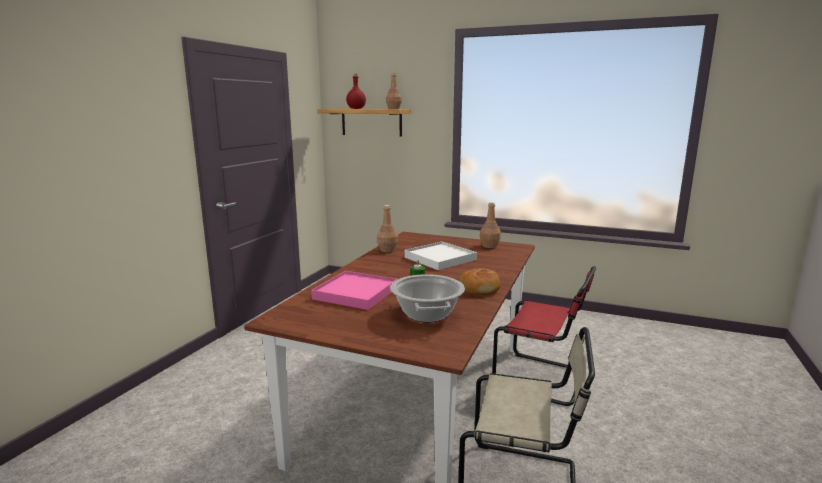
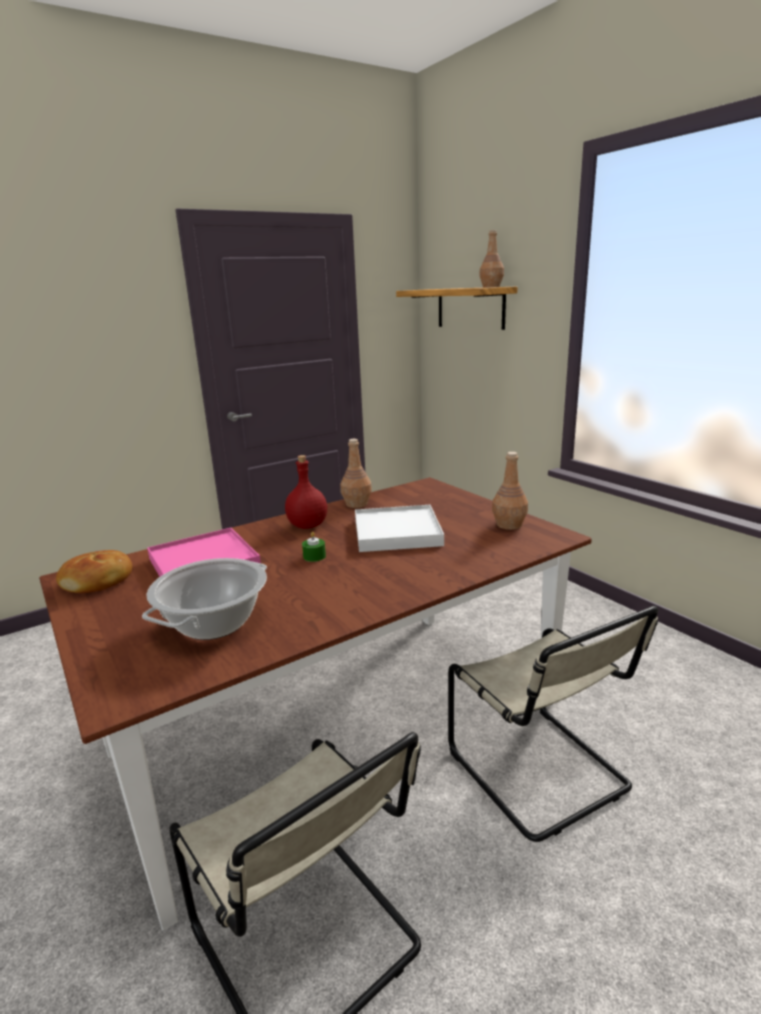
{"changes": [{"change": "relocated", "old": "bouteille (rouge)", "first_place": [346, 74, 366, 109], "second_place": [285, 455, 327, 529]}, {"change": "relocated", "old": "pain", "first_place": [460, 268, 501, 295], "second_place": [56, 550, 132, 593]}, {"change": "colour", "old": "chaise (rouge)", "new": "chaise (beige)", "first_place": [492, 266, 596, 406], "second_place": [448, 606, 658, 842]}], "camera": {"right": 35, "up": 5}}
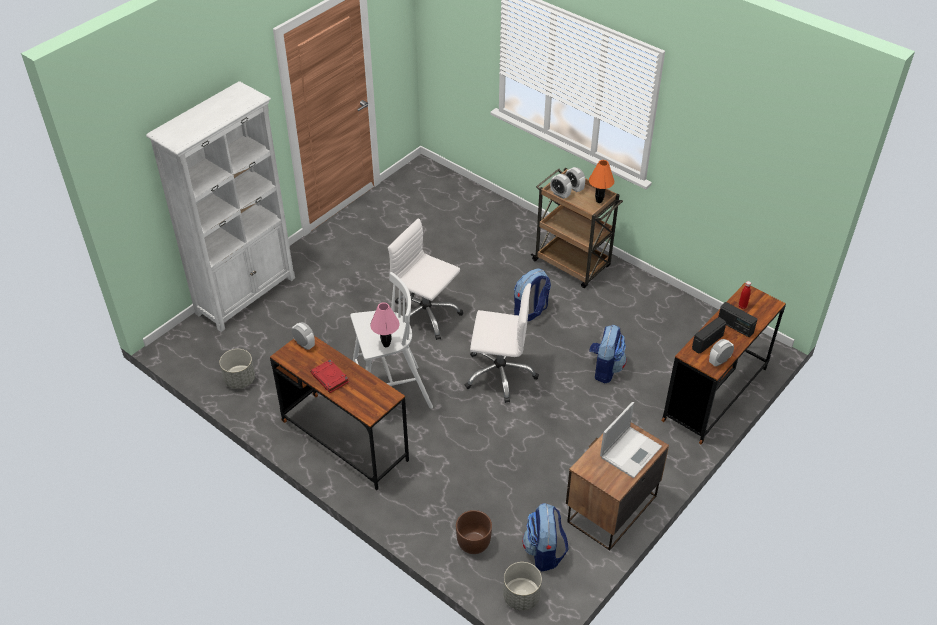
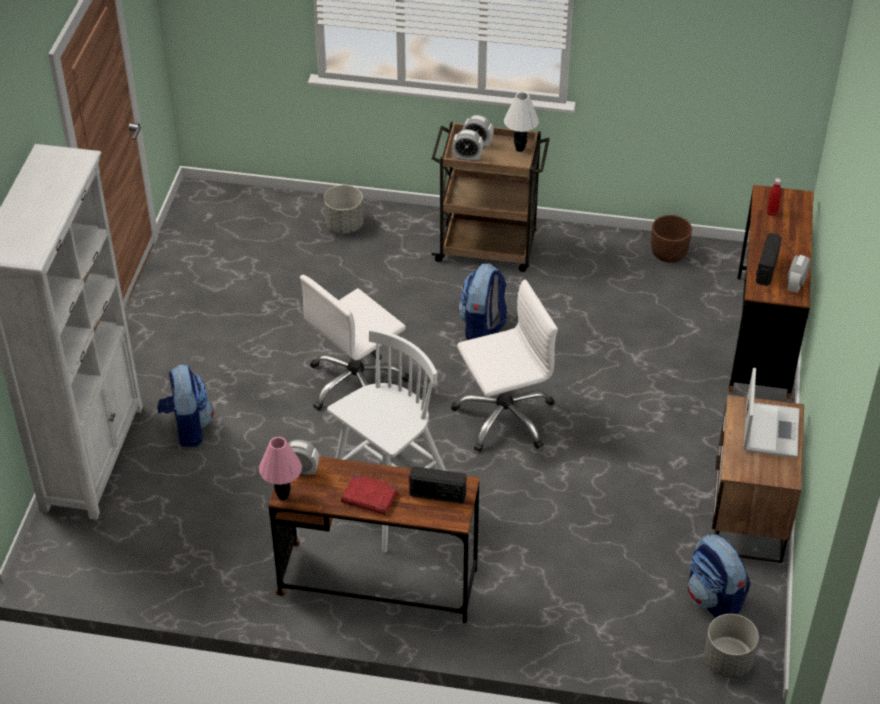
{"changes": [{"change": "relocated", "old": "cache-pot (gris)", "first_place": [219, 349, 255, 389], "second_place": [324, 185, 364, 234]}, {"change": "relocated", "old": "lampe de table (rose)", "first_place": [370, 302, 400, 347], "second_place": [259, 437, 302, 500]}, {"change": "spun", "old": "chaise de bureau (blanc)", "first_place": [388, 218, 463, 340], "second_place": [300, 275, 409, 411], "degrees": -45}, {"change": "relocated", "old": "cache-pot (marron)", "first_place": [456, 510, 492, 554], "second_place": [651, 215, 692, 263]}, {"change": "colour", "old": "lampe de table (orange)", "new": "lampe de table (blanc)", "first_place": [589, 160, 614, 203], "second_place": [504, 92, 539, 152]}, {"change": "relocated", "old": "sac à dos", "first_place": [589, 325, 627, 383], "second_place": [157, 365, 214, 447]}, {"change": "relocated", "old": "radio", "first_place": [718, 302, 757, 338], "second_place": [409, 466, 466, 504]}], "camera": {"right": -30, "up": 0}}
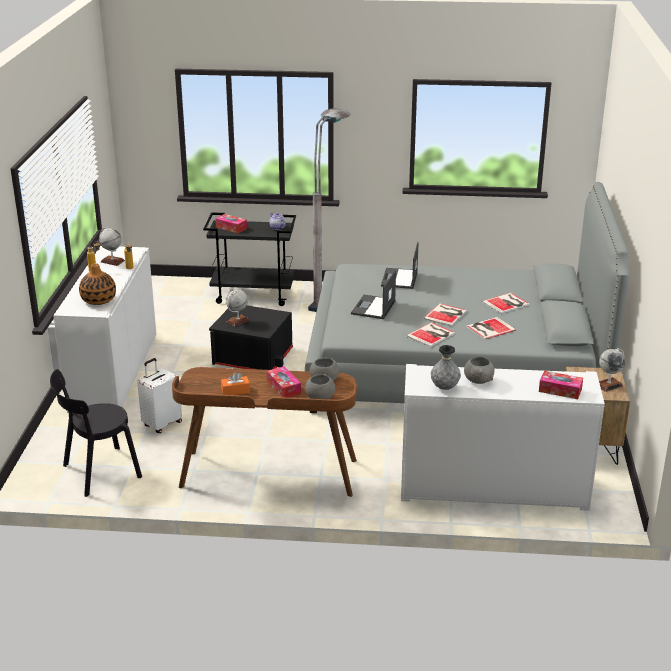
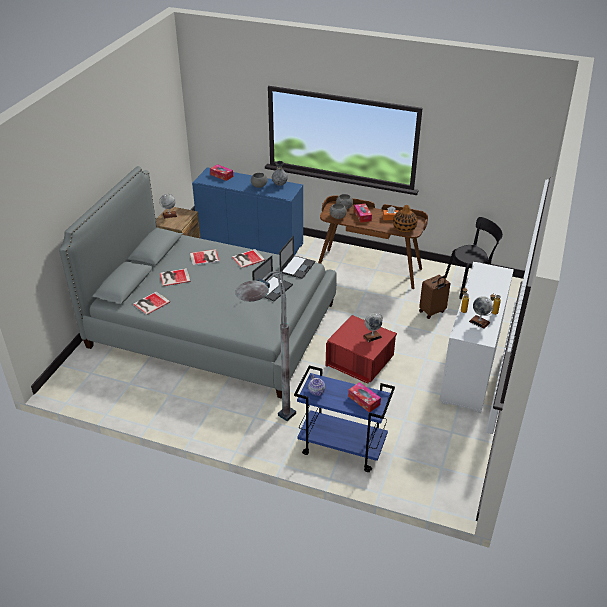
{"changes": [{"change": "relocated", "old": "vase", "first_place": [79, 263, 116, 305], "second_place": [393, 205, 417, 232]}, {"change": "colour", "old": "valise (blanc)", "new": "valise (marron)", "first_place": [137, 358, 182, 433], "second_place": [419, 275, 450, 319]}, {"change": "colour", "old": "chariot (noir)", "new": "chariot (bleu)", "first_place": [203, 212, 296, 306], "second_place": [294, 366, 395, 472]}, {"change": "colour", "old": "boîte de rangement (noir)", "new": "boîte de rangement (rouge)", "first_place": [209, 305, 293, 370], "second_place": [326, 315, 397, 384]}, {"change": "relocated", "old": "ordinateur portable", "first_place": [381, 242, 419, 289], "second_place": [279, 235, 315, 279]}, {"change": "colour", "old": "meuble de rangement (blanc)", "new": "meuble de rangement (bleu)", "first_place": [401, 364, 605, 511], "second_place": [192, 167, 303, 256]}, {"change": "relocated", "old": "livre", "first_place": [423, 303, 467, 326], "second_place": [133, 291, 170, 315]}], "camera": {"right": -165, "up": 10}}
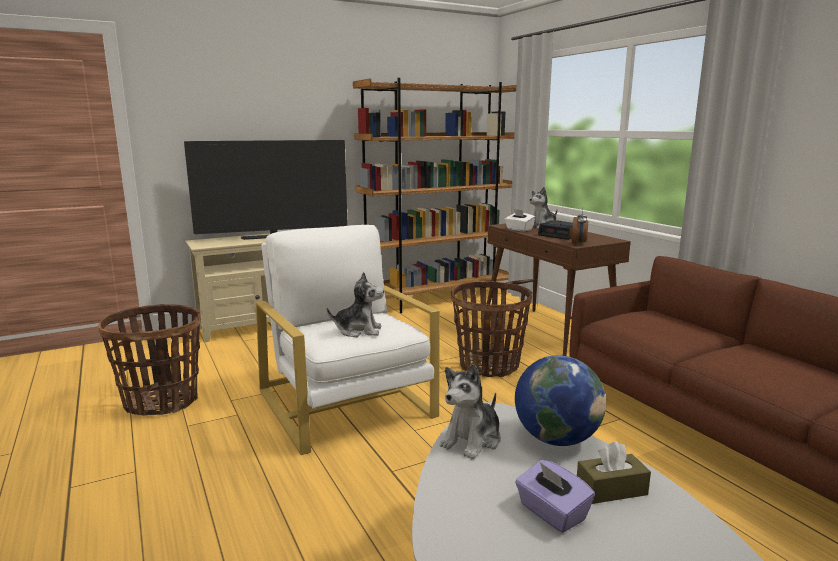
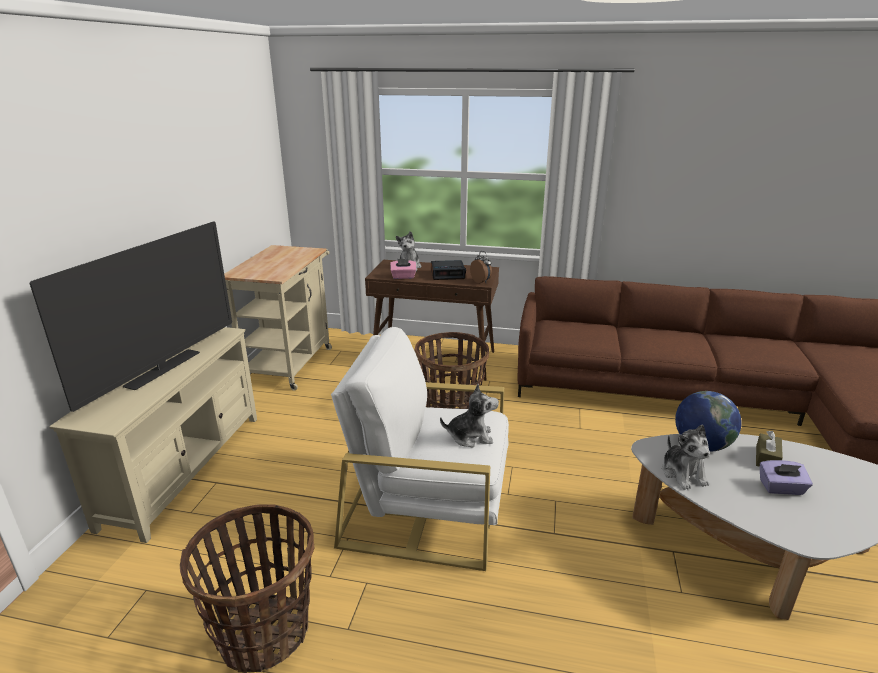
{"changes": [{"change": "spun", "old": "peluche", "first_place": [327, 272, 384, 337], "second_place": [440, 384, 499, 448], "degrees": 45}, {"change": "exchanged", "old": "bibliothèque (marron)", "new": "chariot (beige)", "first_place": [353, 78, 516, 313], "second_place": [224, 245, 332, 391]}, {"change": "colour", "old": "boîte à mouchoirs (blanc)", "new": "boîte à mouchoirs (rose)", "first_place": [505, 209, 535, 232], "second_place": [390, 259, 416, 279]}], "camera": {"right": -50, "up": 10}}
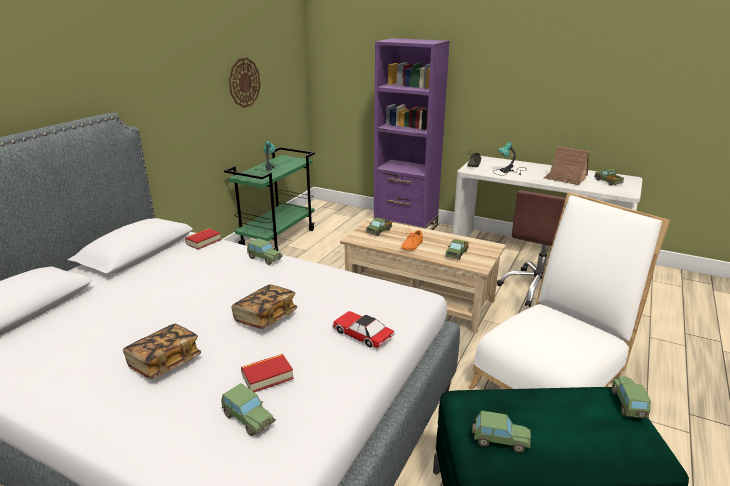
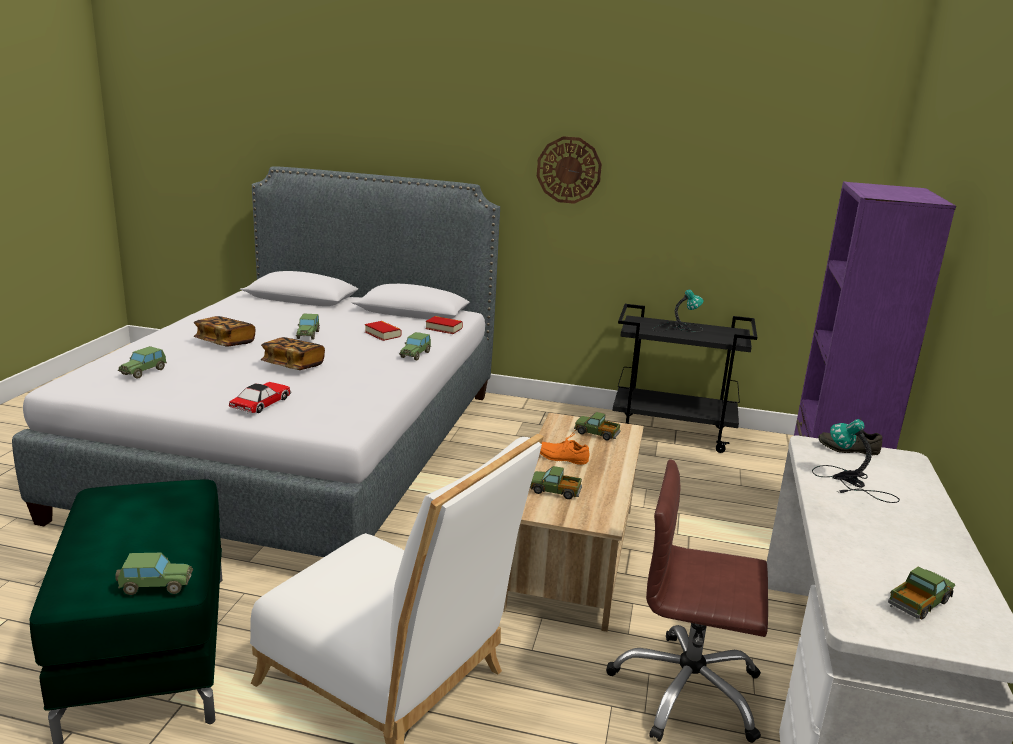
{"changes": [{"change": "colour", "old": "chariot (vert)", "new": "chariot (noir)", "first_place": [224, 147, 315, 251], "second_place": [612, 304, 757, 453]}, {"change": "relocated", "old": "horloge murale", "first_place": [229, 58, 260, 108], "second_place": [537, 136, 602, 204]}, {"change": "relocated", "old": "livre", "first_place": [241, 354, 294, 393], "second_place": [365, 321, 402, 341]}, {"change": "relocated", "old": "petite voiture", "first_place": [472, 411, 531, 453], "second_place": [296, 313, 320, 340]}, {"change": "missing", "old": "maison miniature", "first_place": [544, 146, 590, 185]}], "camera": {"right": 75, "up": -5}}
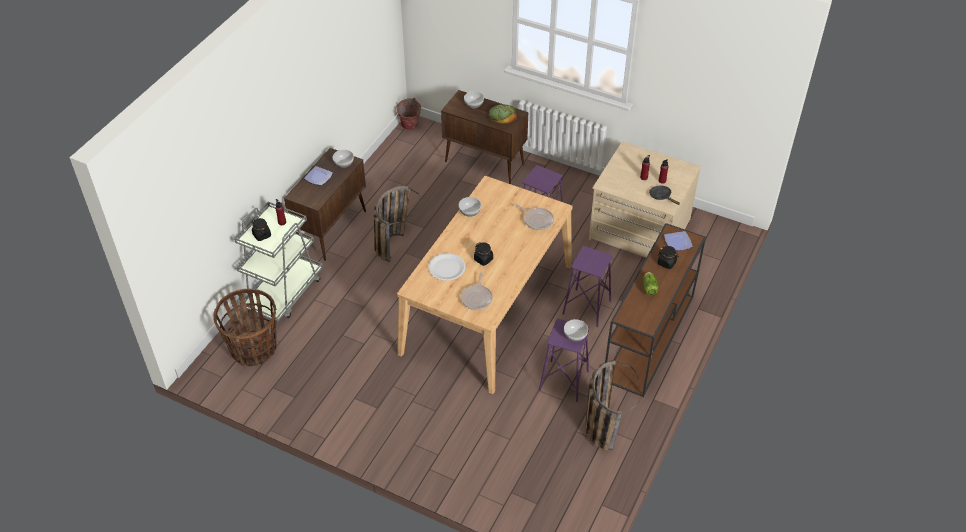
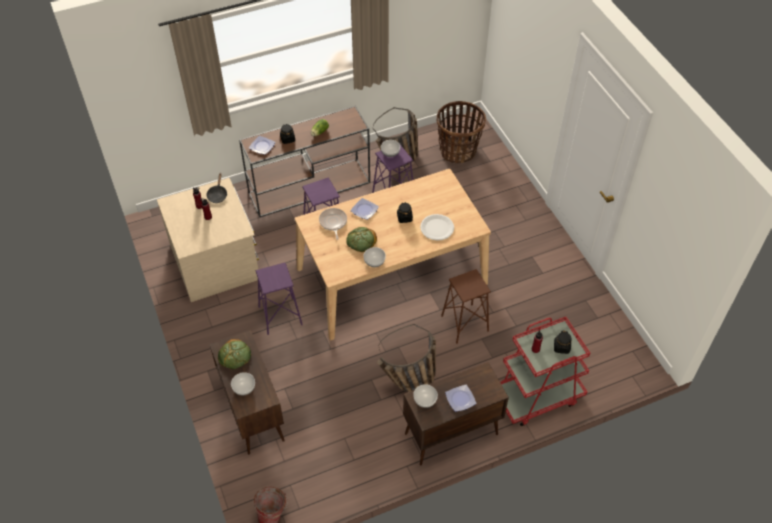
{"changes": [{"change": "relocated", "old": "panier", "first_place": [213, 289, 277, 366], "second_place": [437, 101, 486, 163]}, {"change": "colour", "old": "chariot (gris)", "new": "chariot (rouge)", "first_place": [234, 202, 323, 322], "second_place": [500, 317, 590, 426]}, {"change": "missing", "old": "poêle", "first_place": [461, 272, 493, 310]}, {"change": "appeared", "new": "pain", "second_place": [346, 227, 377, 252]}, {"change": "appeared", "new": "assiette", "second_place": [350, 198, 379, 220]}, {"change": "appeared", "new": "tabouret (marron)", "second_place": [441, 269, 491, 344]}], "camera": {"right": -140, "up": 5}}
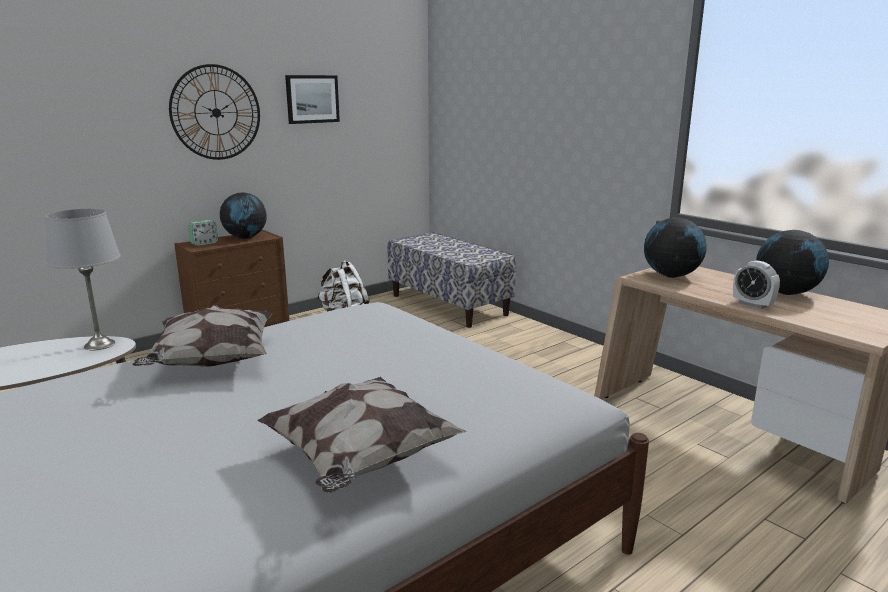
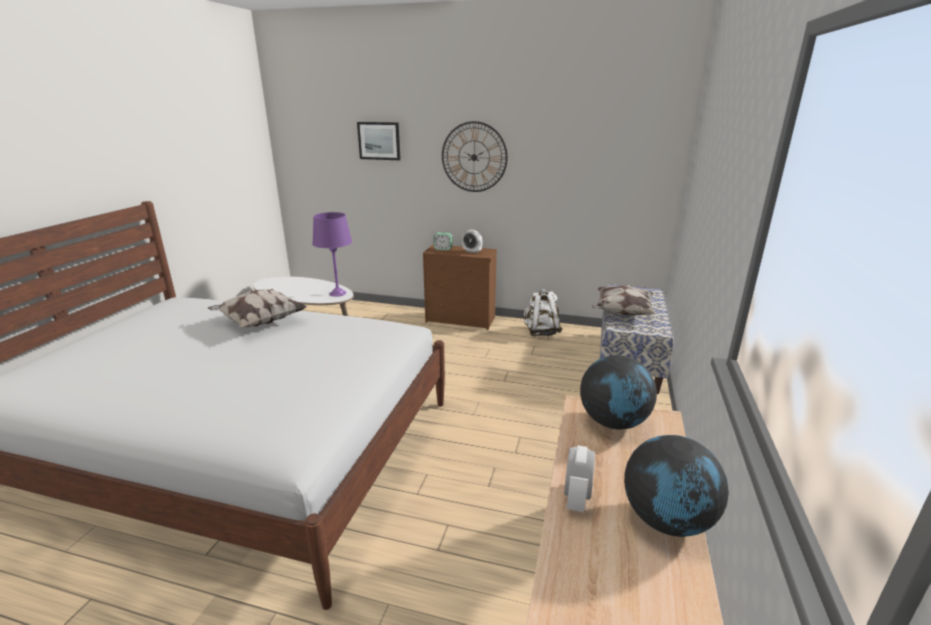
{"changes": [{"change": "colour", "old": "lampe de table (gris)", "new": "lampe de table (violet)", "first_place": [45, 208, 121, 350], "second_place": [312, 212, 352, 297]}, {"change": "exchanged", "old": "globe", "new": "réveil", "first_place": [220, 193, 267, 239], "second_place": [462, 230, 483, 253]}, {"change": "relocated", "old": "coussin", "first_place": [257, 377, 467, 493], "second_place": [592, 285, 656, 315]}, {"change": "relocated", "old": "tableau", "first_place": [285, 75, 340, 124], "second_place": [357, 122, 401, 160]}], "camera": {"right": 55, "up": 5}}
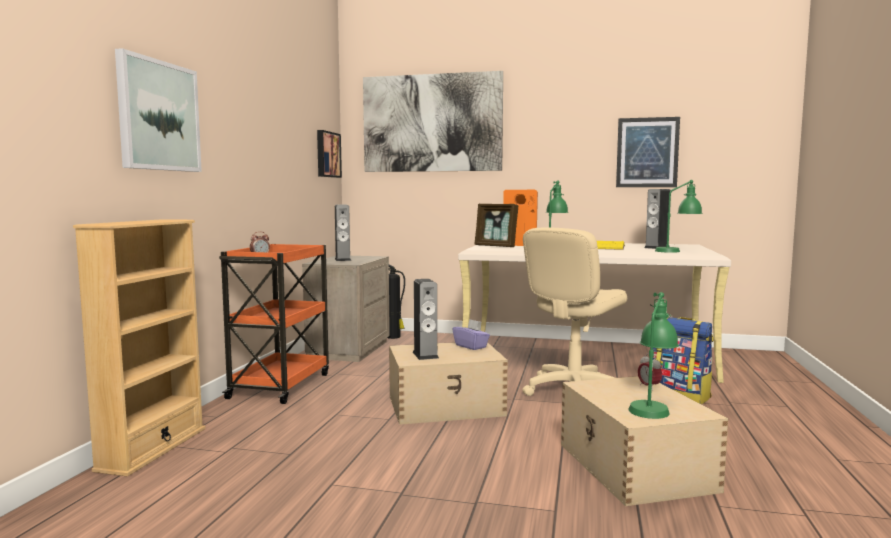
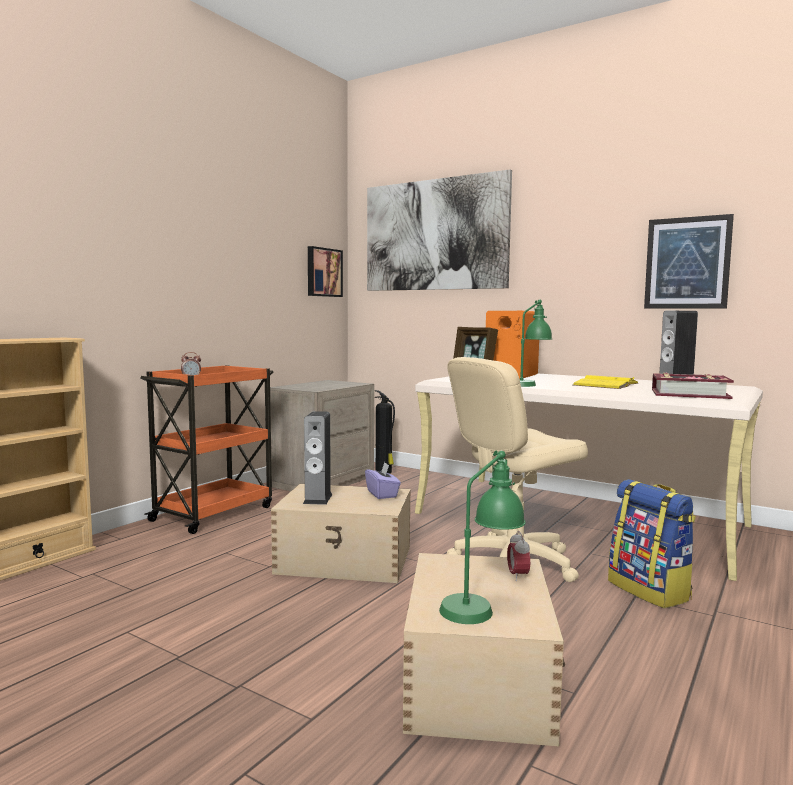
{"changes": [{"change": "missing", "old": "tableau", "first_place": [115, 48, 202, 172]}, {"change": "missing", "old": "enceinte", "first_place": [335, 204, 351, 261]}, {"change": "exchanged", "old": "lampe de table (vert)", "new": "livre", "first_place": [655, 180, 703, 253], "second_place": [652, 373, 734, 399]}], "camera": {"right": 20, "up": 0}}
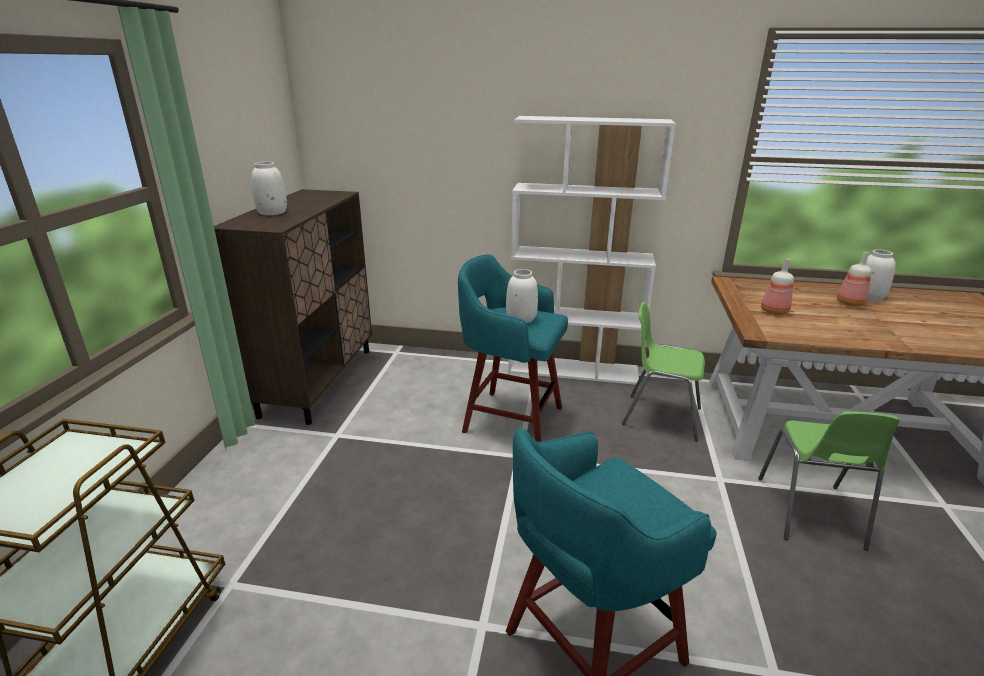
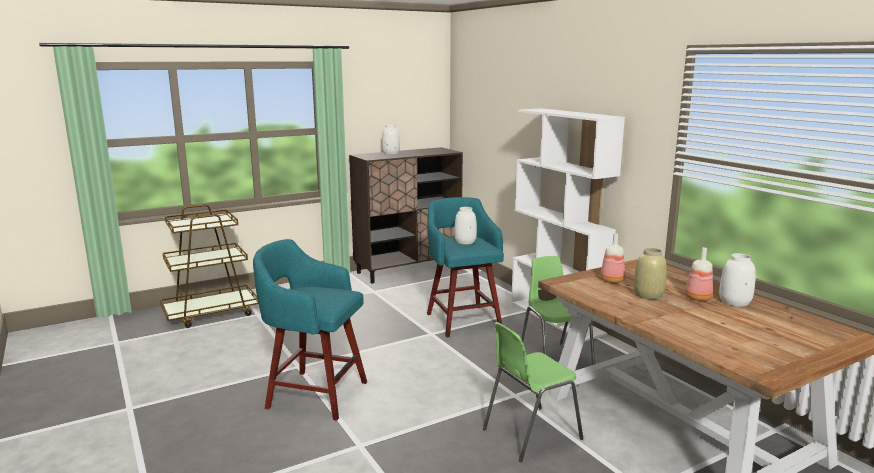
{"changes": [{"change": "appeared", "new": "vase (beige)", "second_place": [634, 248, 667, 300]}], "camera": {"right": 50, "up": -10}}
